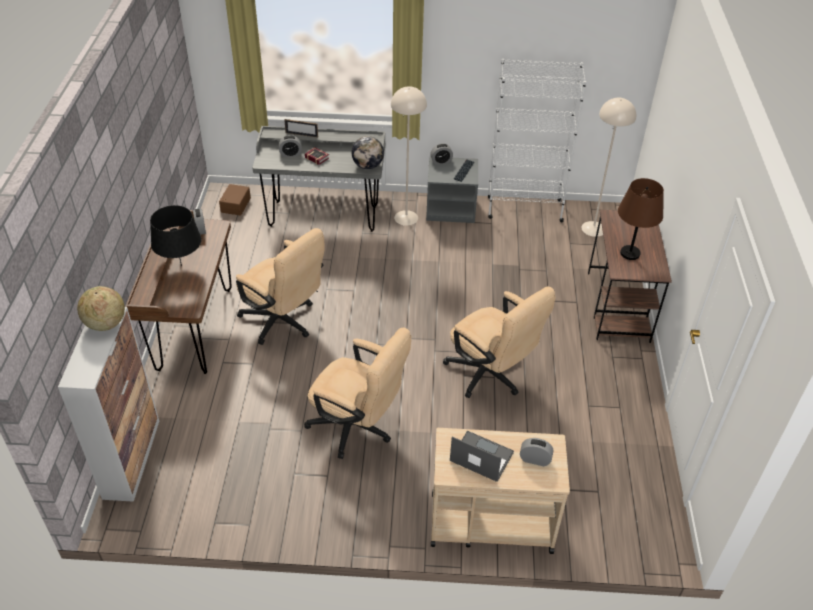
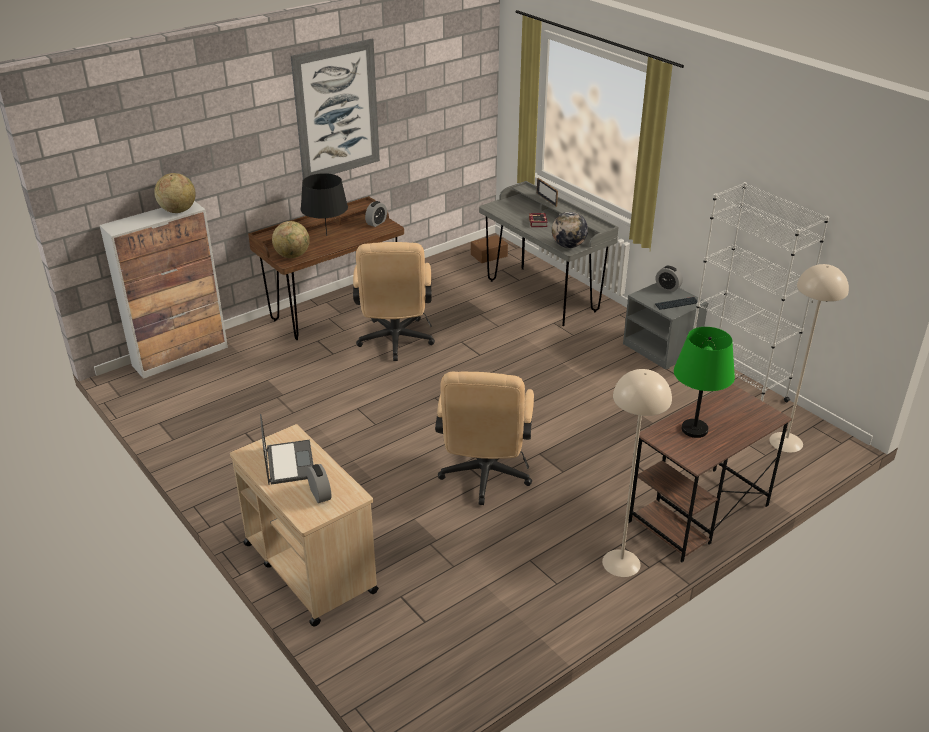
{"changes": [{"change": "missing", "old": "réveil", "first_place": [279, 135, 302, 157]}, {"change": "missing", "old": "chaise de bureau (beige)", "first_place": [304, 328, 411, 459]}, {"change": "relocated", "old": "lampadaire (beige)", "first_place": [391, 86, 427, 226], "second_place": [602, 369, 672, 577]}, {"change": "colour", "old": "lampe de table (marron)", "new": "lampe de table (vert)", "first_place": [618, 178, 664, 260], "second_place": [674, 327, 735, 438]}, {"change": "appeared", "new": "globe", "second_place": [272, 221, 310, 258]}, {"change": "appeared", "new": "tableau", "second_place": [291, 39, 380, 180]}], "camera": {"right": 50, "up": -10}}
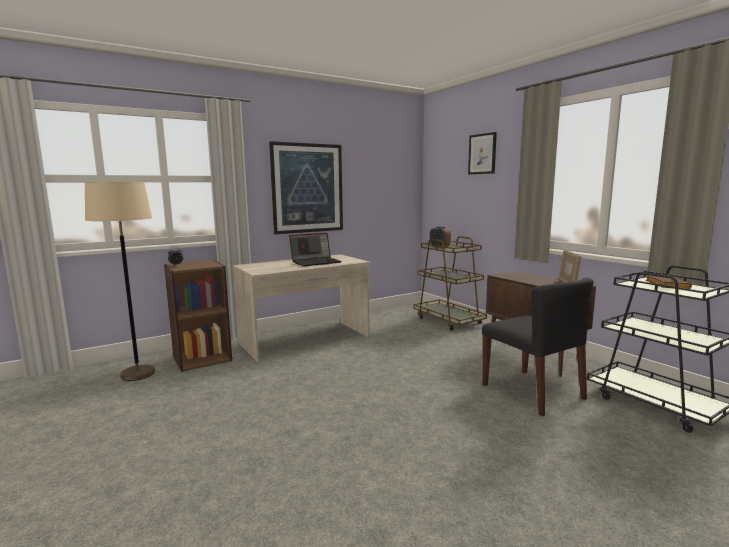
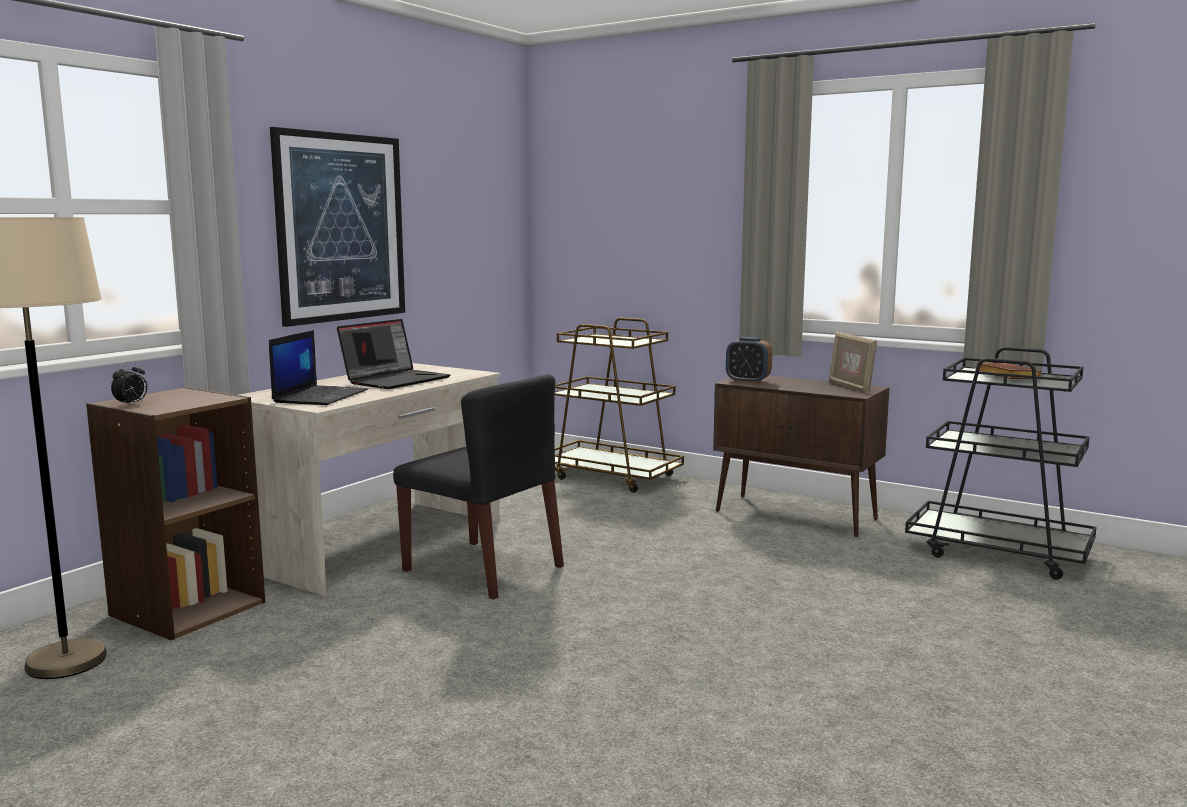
{"changes": [{"change": "relocated", "old": "réveil", "first_place": [430, 226, 451, 249], "second_place": [726, 337, 772, 384]}, {"change": "missing", "old": "tableau", "first_place": [468, 132, 497, 174]}, {"change": "relocated", "old": "chaise (noir)", "first_place": [482, 278, 594, 416], "second_place": [393, 374, 564, 600]}, {"change": "appeared", "new": "ordinateur portable", "second_place": [269, 330, 368, 405]}], "camera": {"right": -25, "up": 0}}
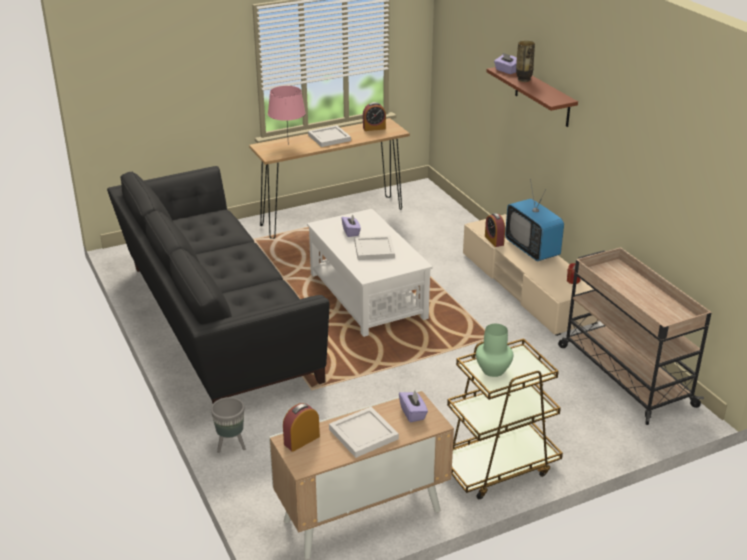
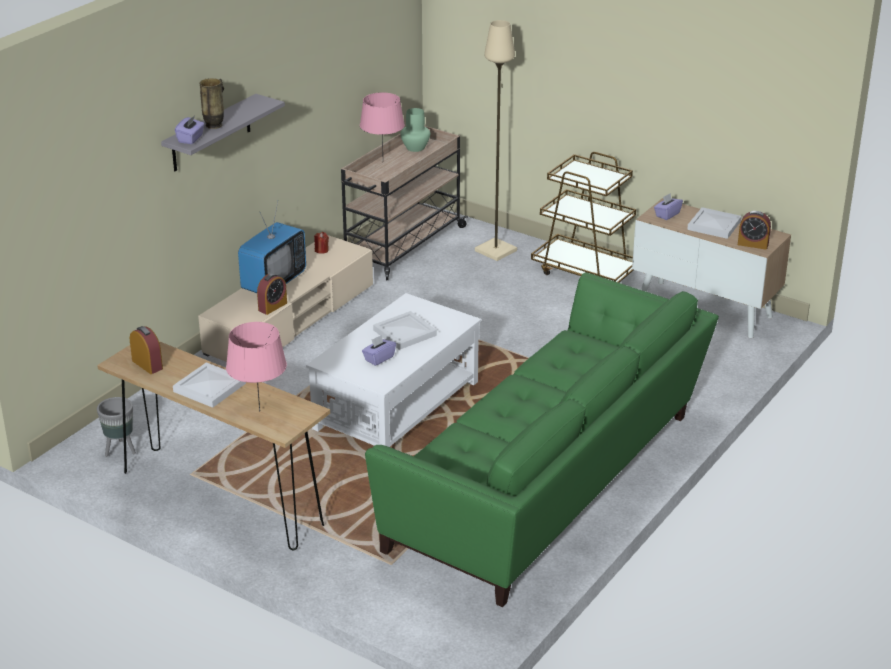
{"changes": [{"change": "colour", "old": "canapé (noir)", "new": "canapé (vert)", "first_place": [107, 166, 330, 404], "second_place": [365, 272, 719, 607]}, {"change": "relocated", "old": "cache-pot (gris)", "first_place": [211, 397, 246, 453], "second_place": [97, 397, 136, 457]}, {"change": "relocated", "old": "vase (vert)", "first_place": [476, 324, 513, 377], "second_place": [401, 108, 430, 152]}, {"change": "colour", "old": "étagère (marron)", "new": "étagère (gris)", "first_place": [486, 67, 578, 127], "second_place": [161, 94, 285, 171]}, {"change": "appeared", "new": "lampe de table (rose)", "second_place": [360, 92, 405, 152]}, {"change": "appeared", "new": "lampadaire (beige)", "second_place": [475, 20, 517, 261]}], "camera": {"right": -120, "up": 0}}
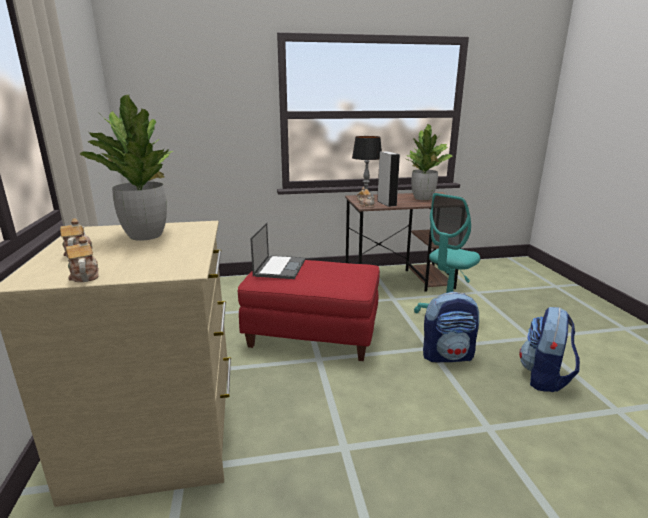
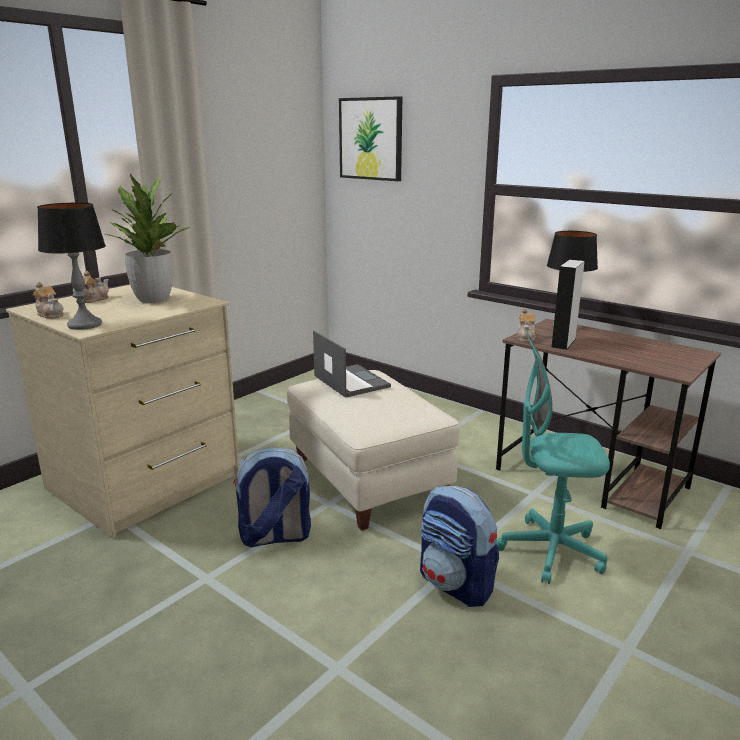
{"changes": [{"change": "spun", "old": "théière", "first_place": [66, 236, 99, 282], "second_place": [33, 282, 64, 319], "degrees": 105}, {"change": "colour", "old": "pouf (rouge)", "new": "pouf (beige)", "first_place": [238, 260, 380, 361], "second_place": [287, 370, 460, 531]}, {"change": "spun", "old": "ordinateur portable", "first_place": [250, 223, 306, 279], "second_place": [313, 331, 391, 398], "degrees": -90}, {"change": "missing", "old": "plante en pot", "first_place": [406, 124, 453, 200]}, {"change": "relocated", "old": "sac à dos", "first_place": [519, 307, 580, 392], "second_place": [233, 447, 311, 547]}, {"change": "appeared", "new": "lampe de table", "second_place": [37, 203, 106, 330]}, {"change": "appeared", "new": "tableau", "second_place": [339, 96, 402, 181]}], "camera": {"right": 50, "up": 0}}
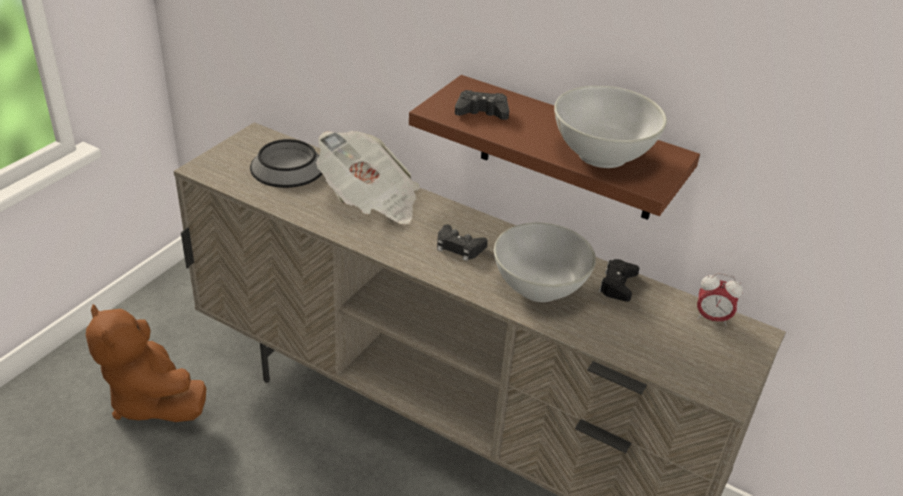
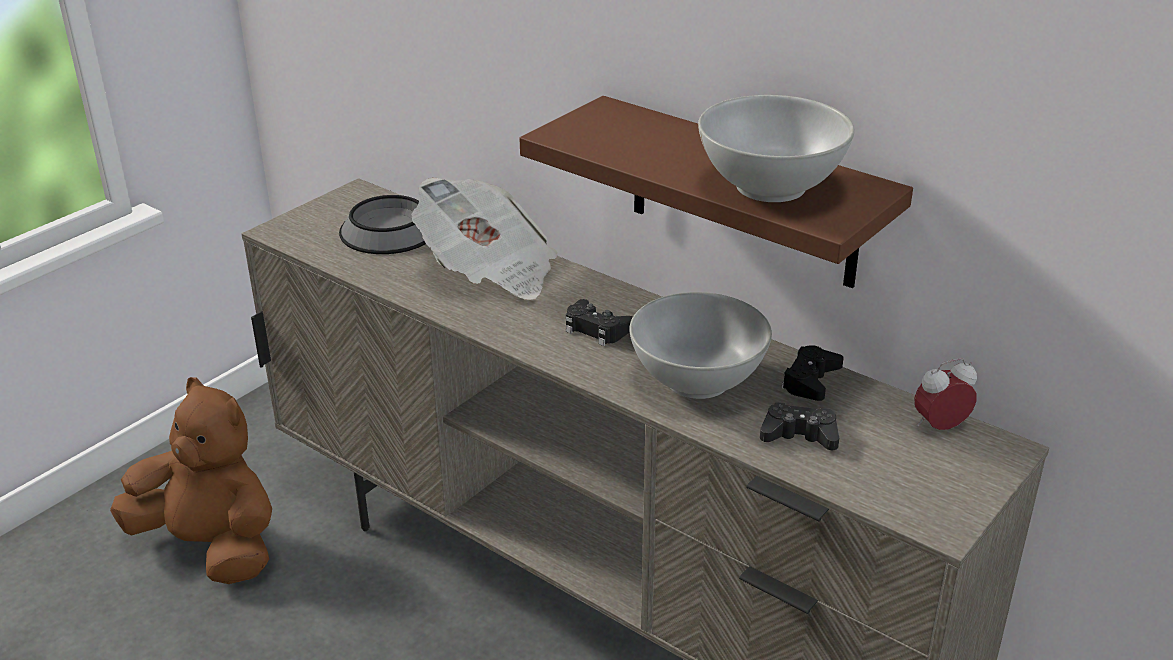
{"changes": [{"change": "spun", "old": "peluche (marron)", "first_place": [86, 304, 206, 422], "second_place": [110, 377, 272, 584], "degrees": 150}, {"change": "relocated", "old": "manette (noir)", "first_place": [455, 90, 509, 120], "second_place": [760, 402, 839, 450]}, {"change": "spun", "old": "réveil", "first_place": [697, 273, 743, 327], "second_place": [914, 358, 977, 430], "degrees": 135}], "camera": {"right": 10, "up": -5}}
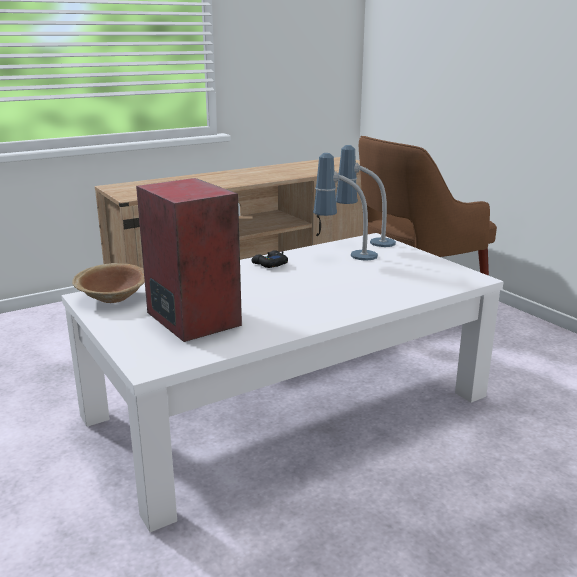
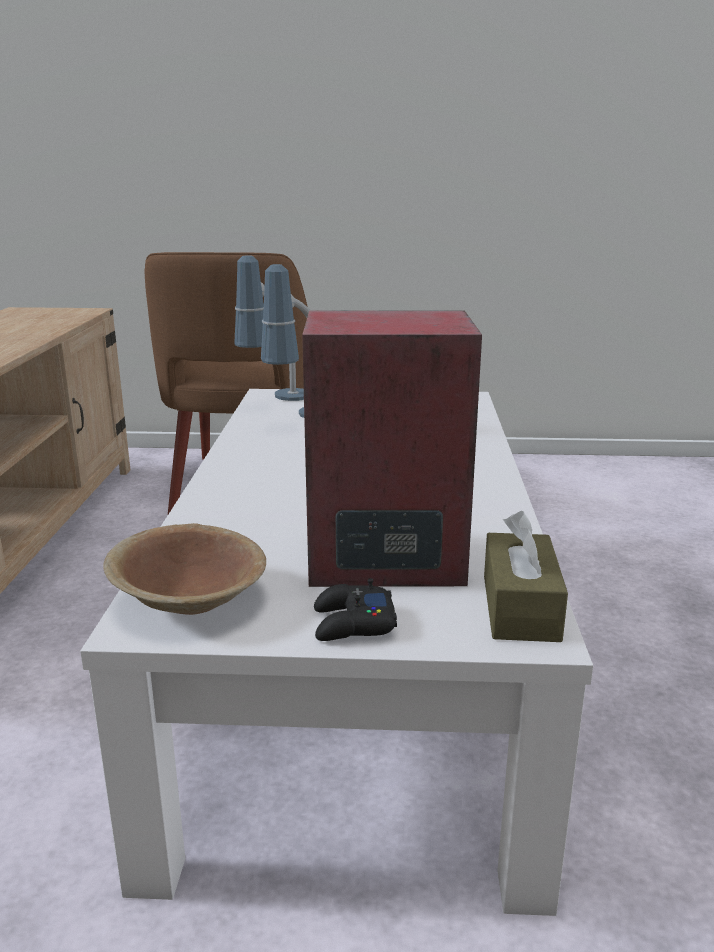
{"changes": [{"change": "relocated", "old": "manette (noir)", "first_place": [252, 250, 288, 268], "second_place": [314, 578, 397, 641]}, {"change": "appeared", "new": "boîte à mouchoirs (marron)", "second_place": [484, 511, 568, 642]}], "camera": {"right": -55, "up": 0}}
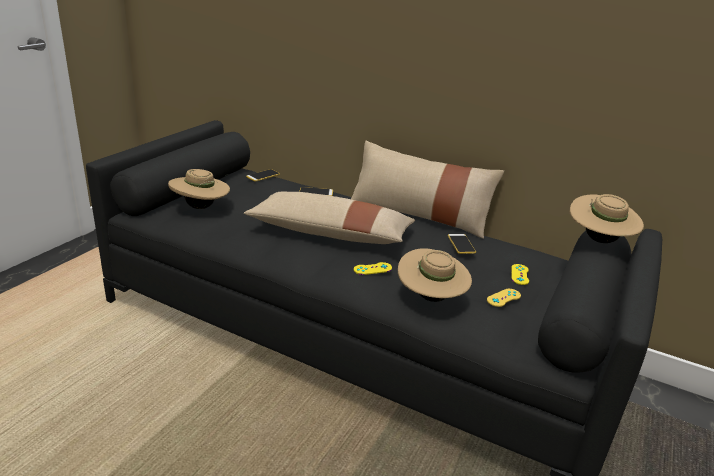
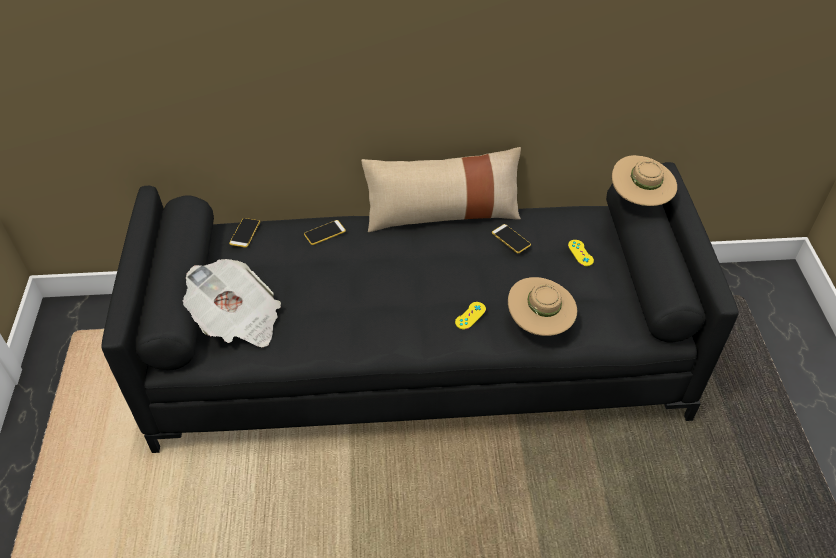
{"changes": [{"change": "exchanged", "old": "chapeau (beige)", "new": "journal", "first_place": [168, 169, 230, 209], "second_place": [183, 259, 281, 347]}, {"change": "missing", "old": "coussin (beige)", "first_place": [244, 192, 415, 244]}, {"change": "missing", "old": "manette (jaune)", "first_place": [487, 289, 521, 307]}], "camera": {"right": -30, "up": 20}}
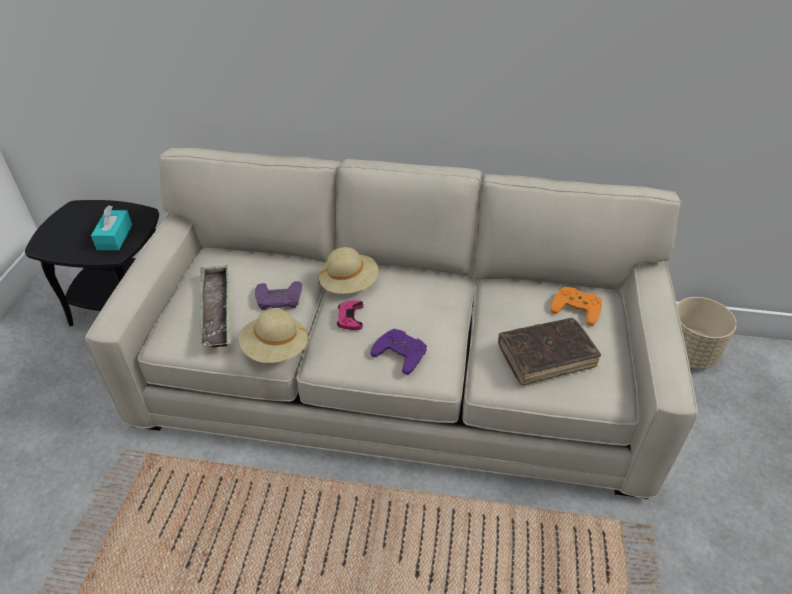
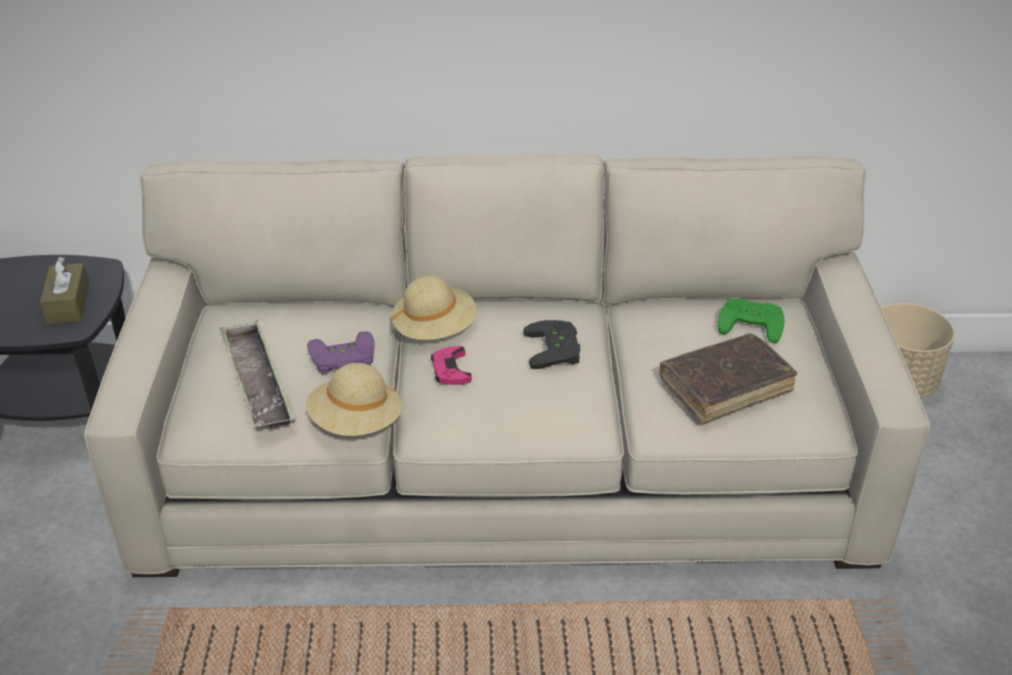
{"changes": [{"change": "colour", "old": "boîte à mouchoirs (turquoise)", "new": "boîte à mouchoirs (marron)", "first_place": [91, 205, 132, 250], "second_place": [40, 257, 89, 324]}, {"change": "missing", "old": "manette (violet)", "first_place": [370, 329, 427, 375]}, {"change": "colour", "old": "manette (orange)", "new": "manette (vert)", "first_place": [550, 287, 602, 326], "second_place": [718, 298, 784, 344]}, {"change": "appeared", "new": "manette (noir)", "second_place": [524, 320, 580, 369]}], "camera": {"right": -10, "up": -5}}
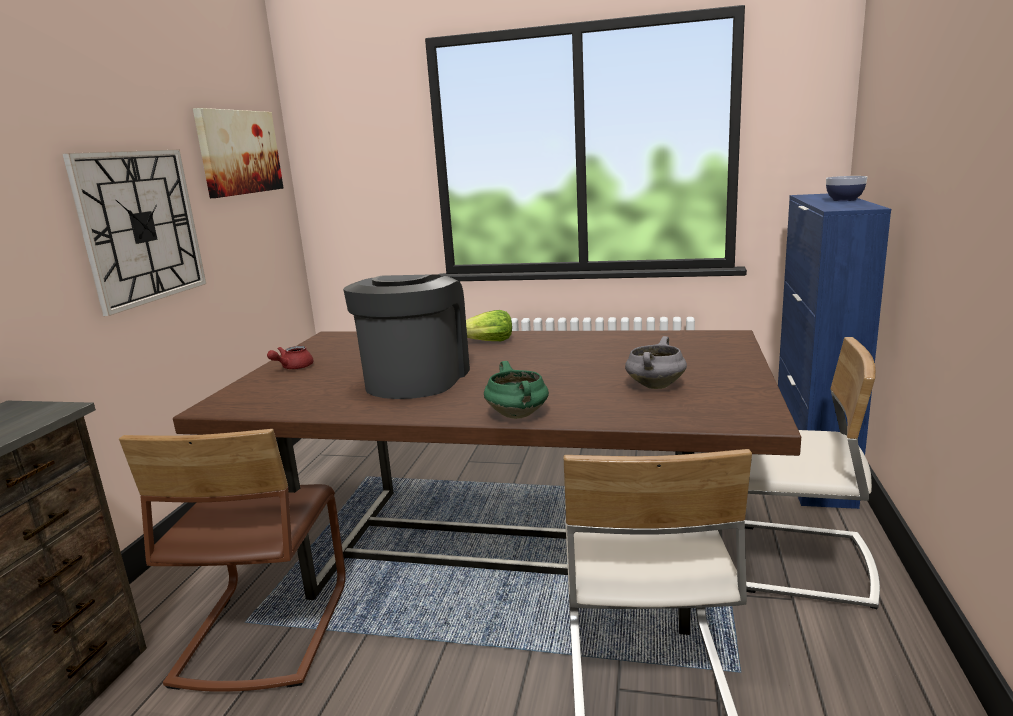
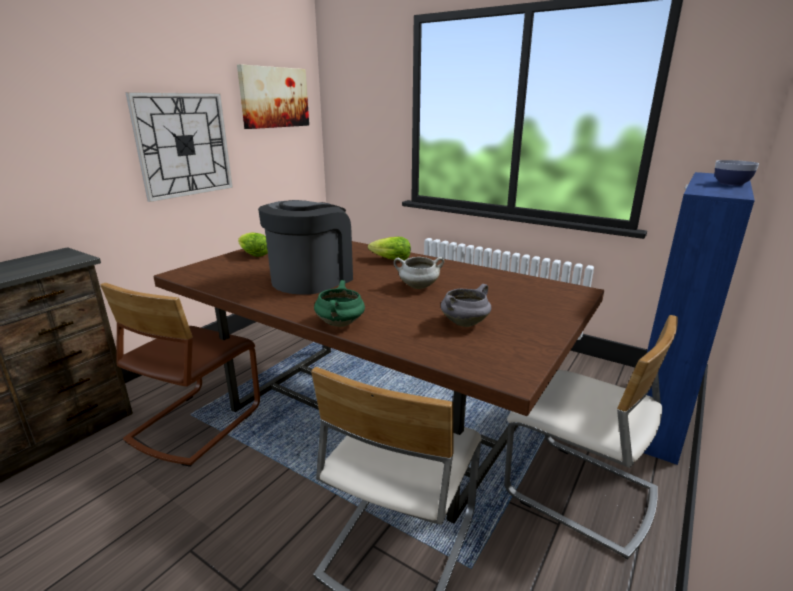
{"changes": [{"change": "exchanged", "old": "théière (rouge)", "new": "laitue", "first_place": [267, 346, 313, 369], "second_place": [238, 232, 268, 257]}, {"change": "appeared", "new": "marmite (blanc)", "second_place": [394, 257, 444, 289]}], "camera": {"right": 20, "up": 5}}
